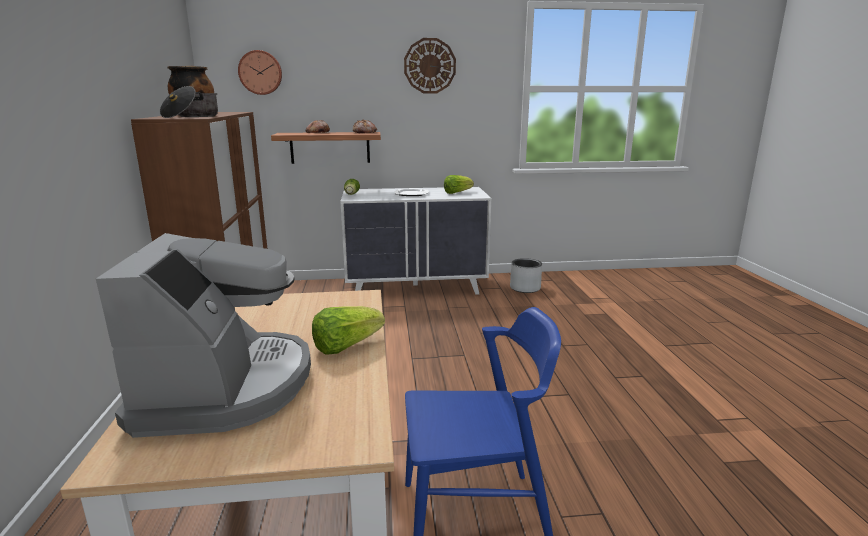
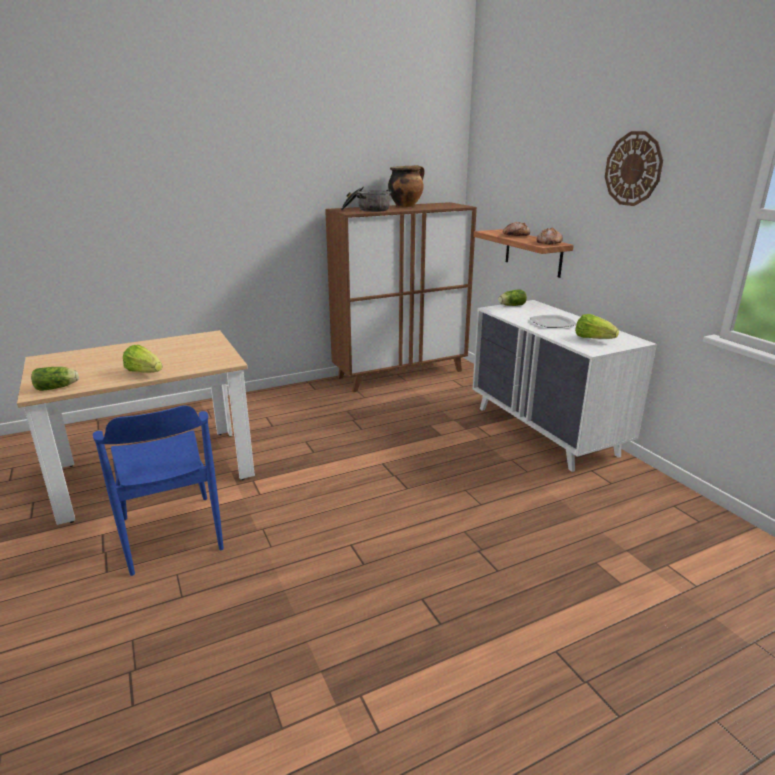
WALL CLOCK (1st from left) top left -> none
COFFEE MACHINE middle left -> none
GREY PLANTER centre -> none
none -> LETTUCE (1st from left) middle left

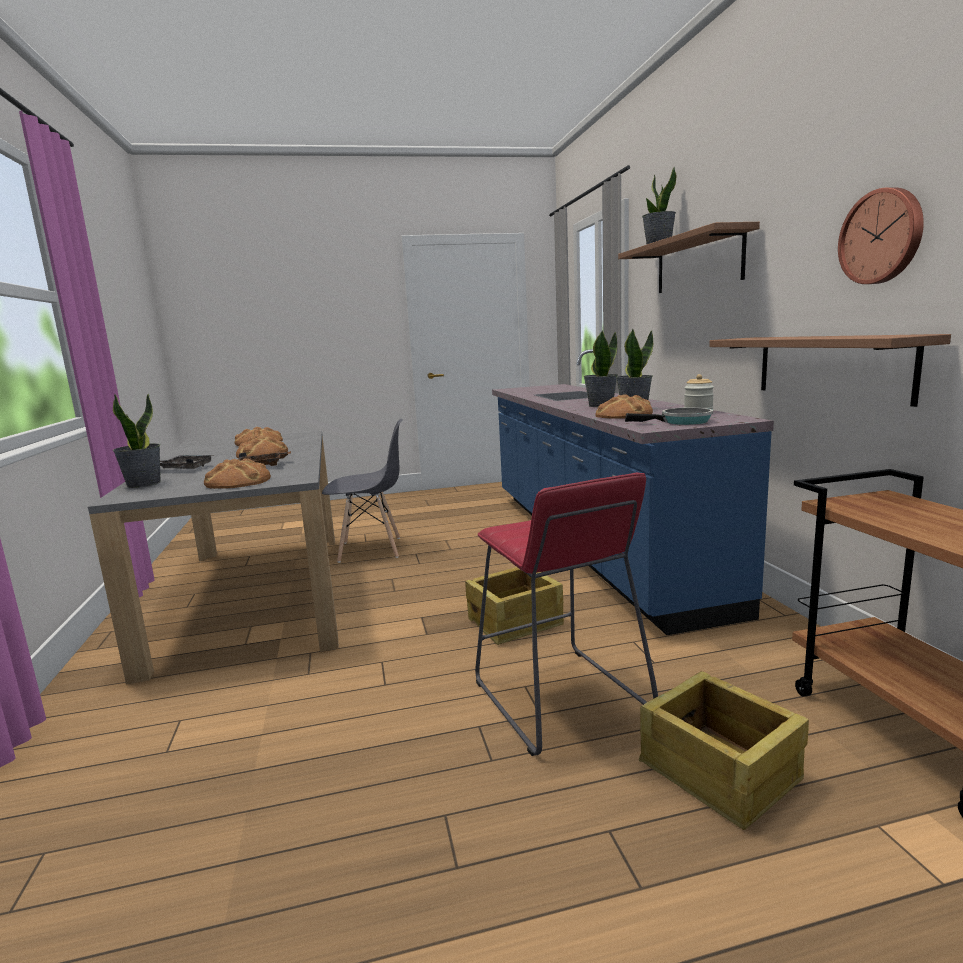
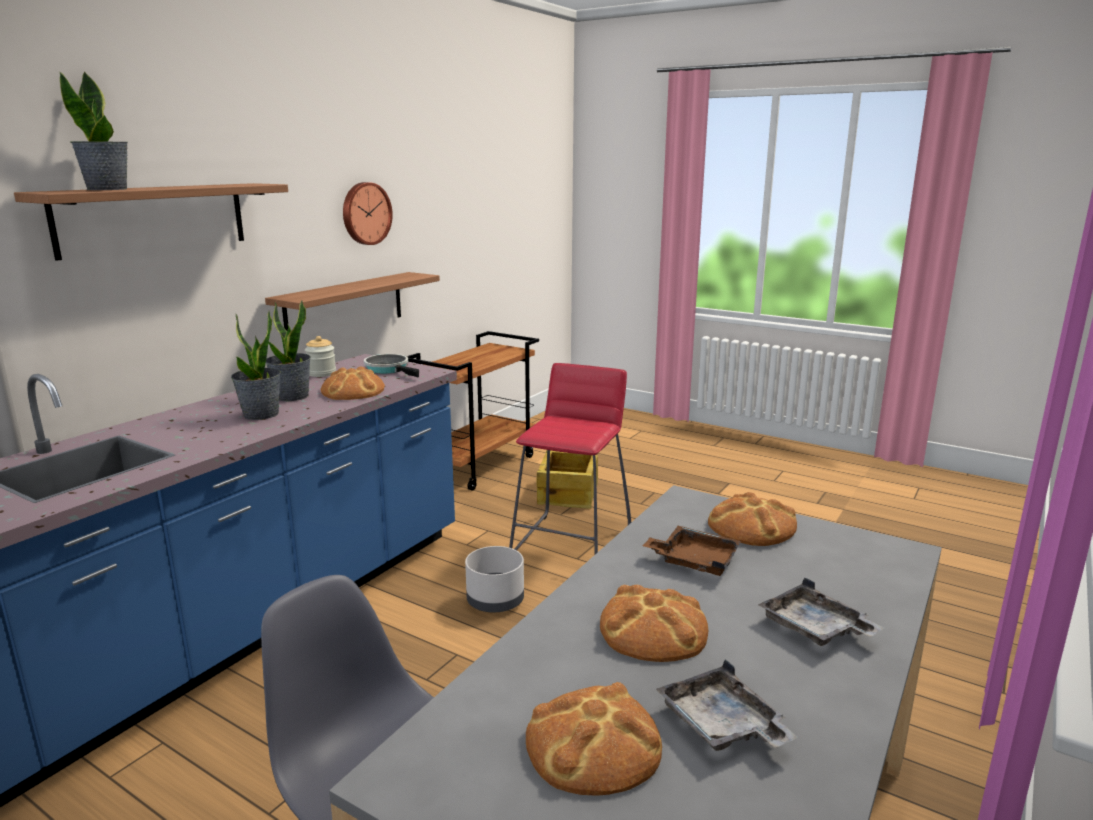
POTTED PLANT (1st from left) middle left -> none
CRATE (1st from left) centre -> GREY PLANTER bottom centre
none -> GREY TRAY (1st from left) bottom centre

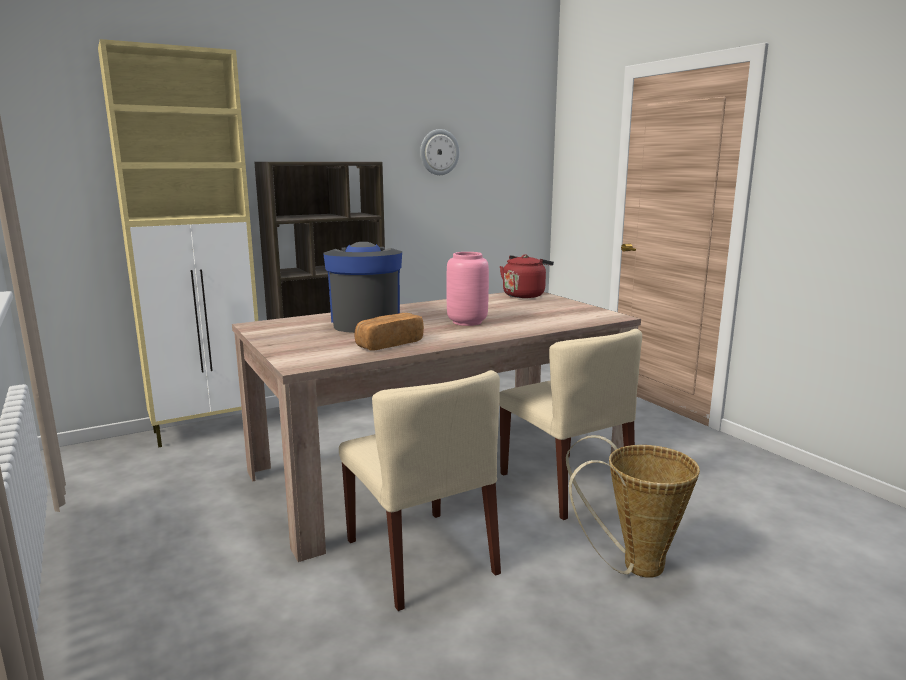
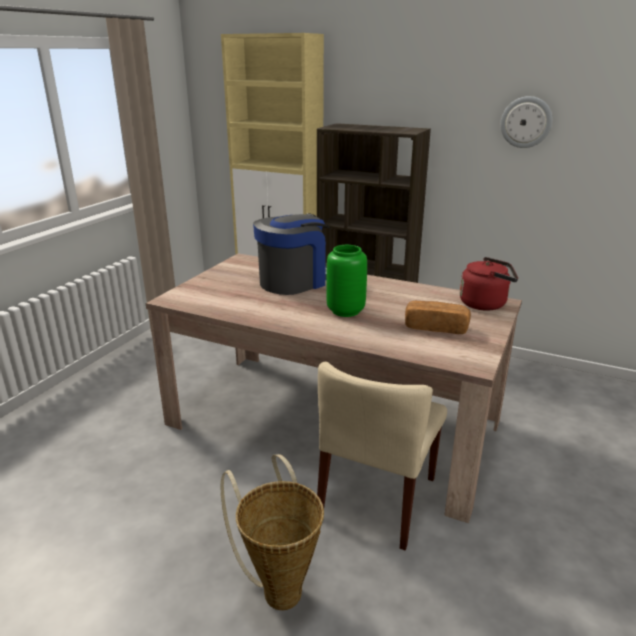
PINK VASE centre -> GREEN VASE centre
BREAD centre -> BREAD middle right, move
BEIGE CHAIR (1st from left) bottom centre -> none

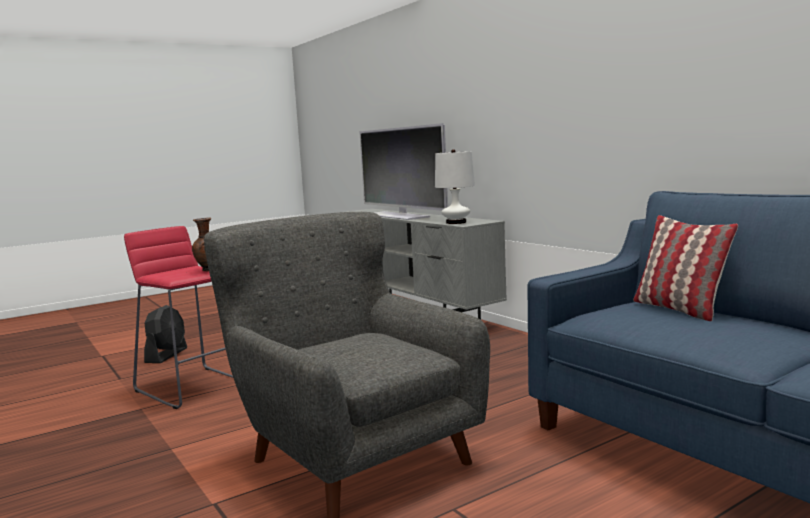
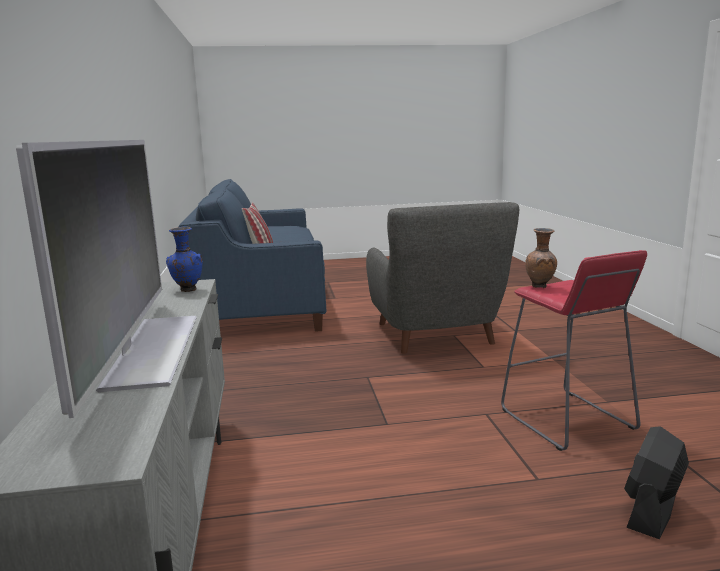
WHITE TABLE LAMP centre -> BLUE VASE middle left

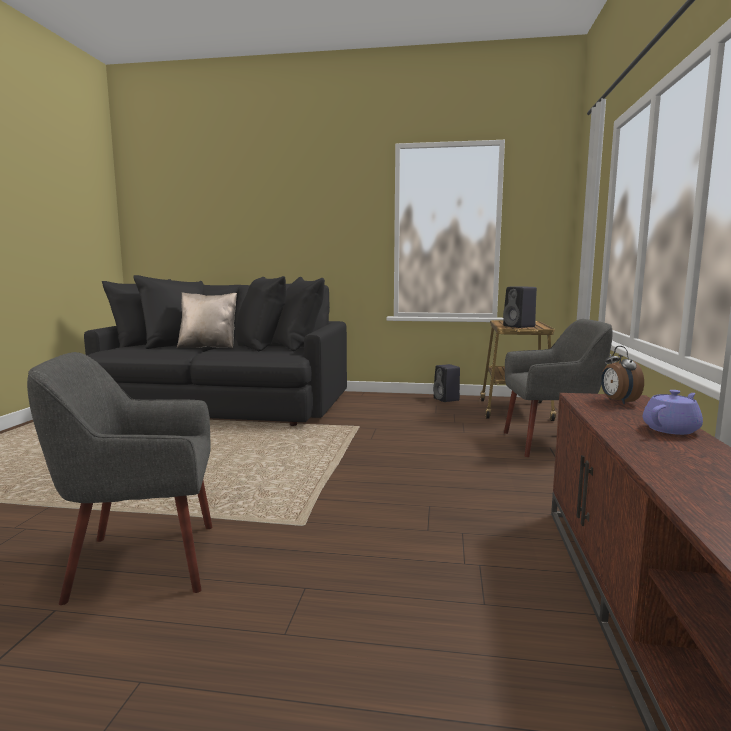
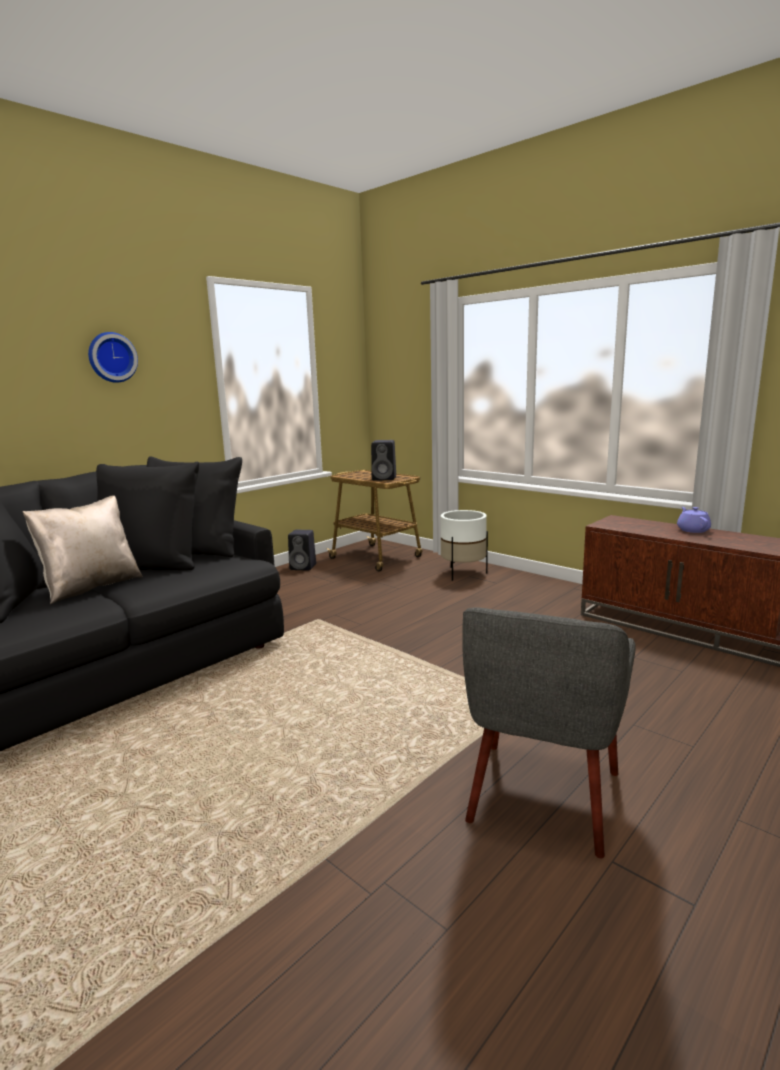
GREY ARMCHAIR (2nd from left) middle right -> WHITE PLANTER centre
ALARM CLOCK middle right -> none
none -> WALL CLOCK middle left

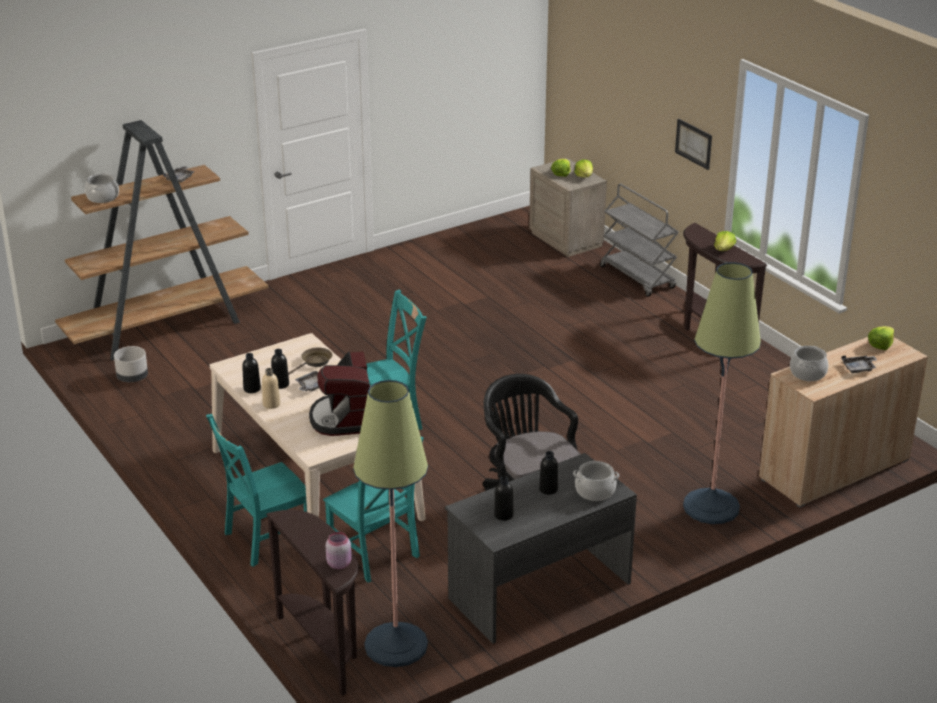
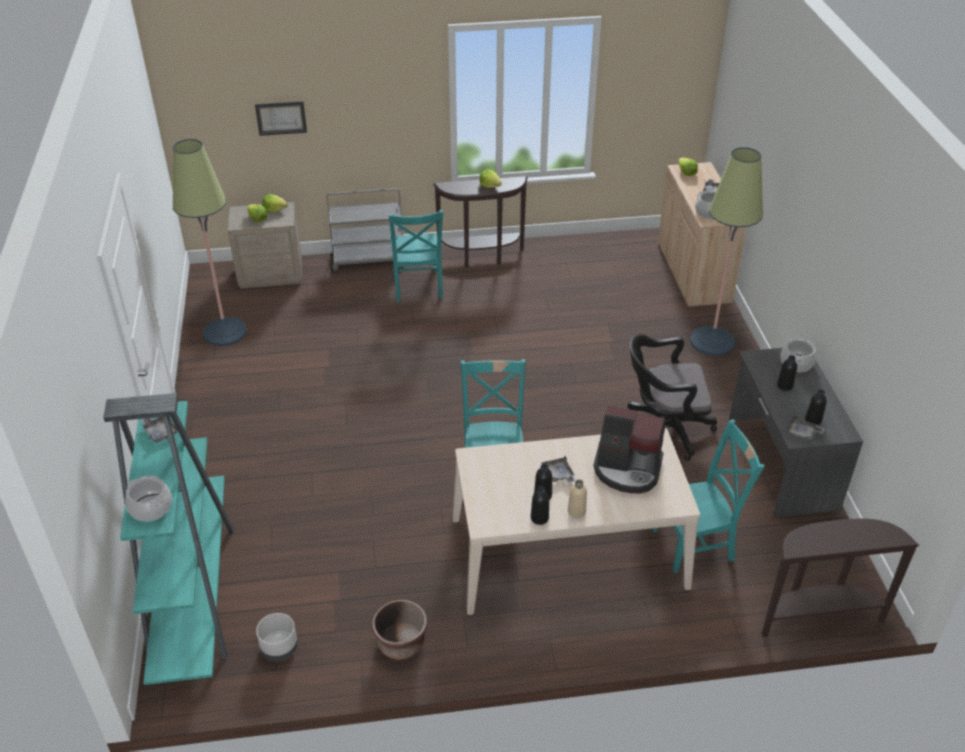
PICTURE top right -> PICTURE top left, move
BROWN BOOKCASE middle left -> TURQUOISE BOOKCASE bottom left
BROWN FRYING PAN middle left -> none
FLOOR LAMP (1st from left) bottom centre -> FLOOR LAMP (1st from left) top left, move
TURQUOISE CHAIR (1st from left) bottom left -> TURQUOISE CHAIR (1st from left) centre, move
PINK JAR bottom centre -> none
none -> GREY TRAY (4th from left) middle right
none -> BROWN PLANTER bottom centre

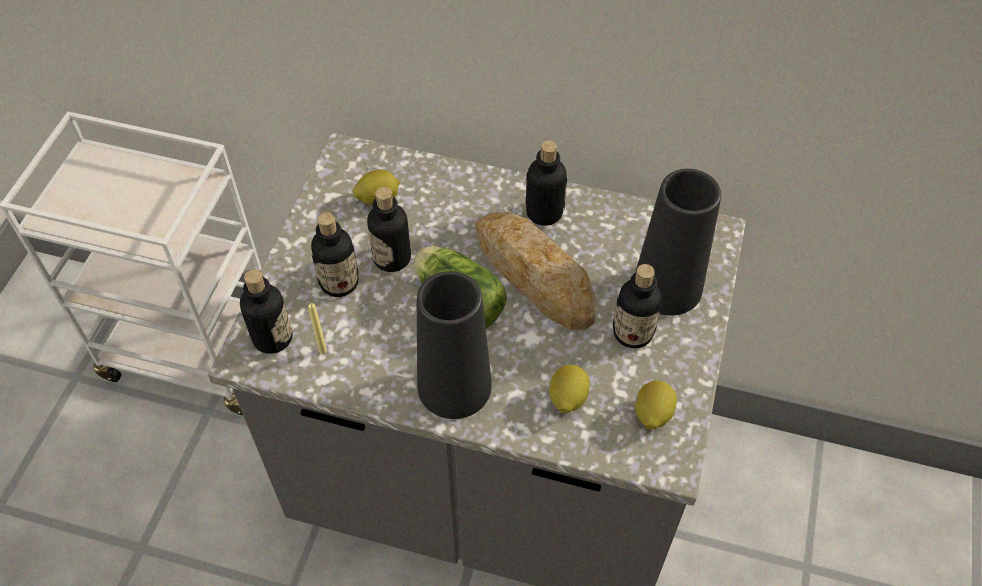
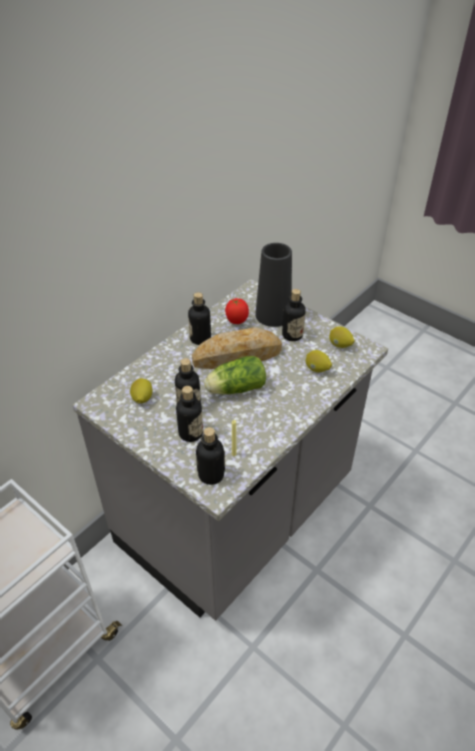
BLACK VASE (1st from left) centre -> none
none -> TOMATO centre

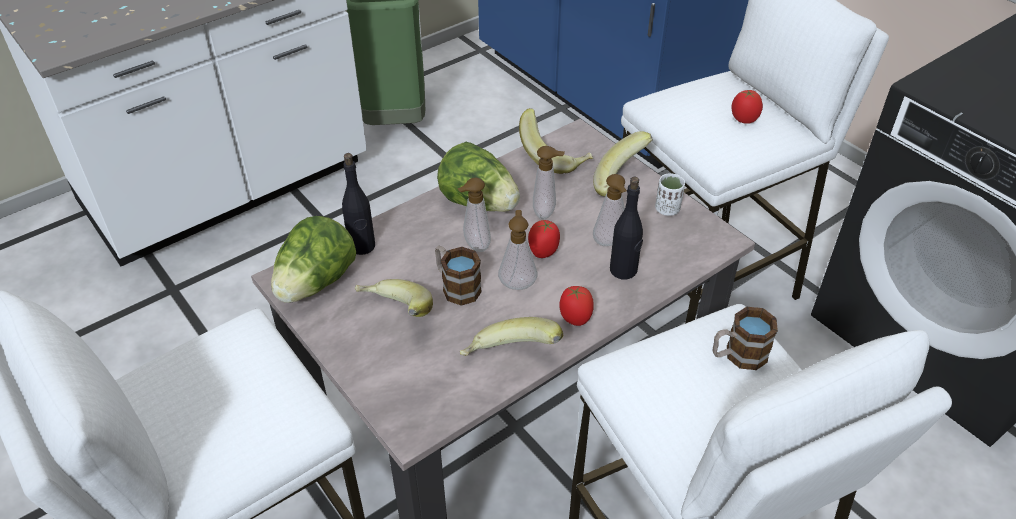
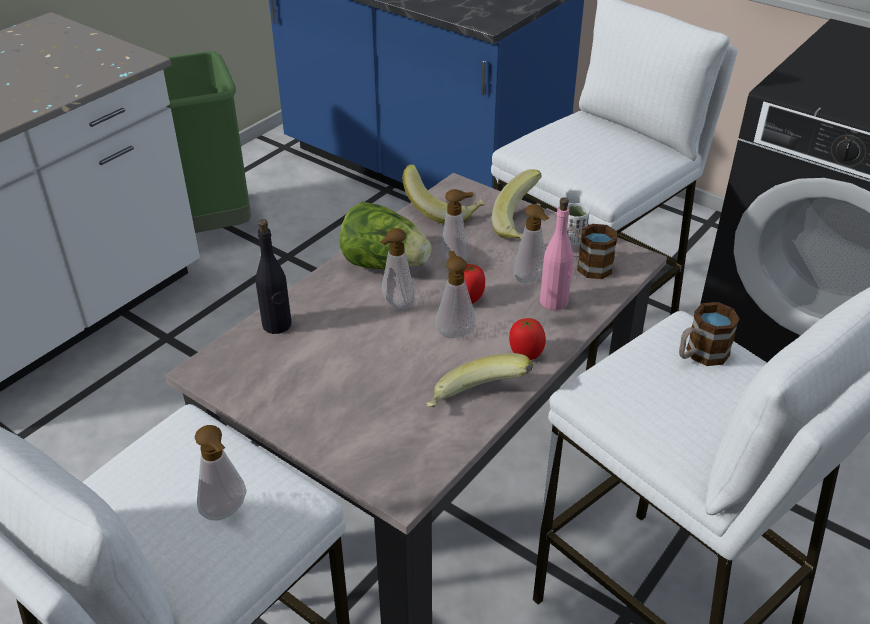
TOMATO (3rd from left) top right -> none
BLACK BOTTLE (2nd from left) centre -> PINK BOTTLE centre
LETTUCE (1st from left) middle left -> none
MUG (1st from left) centre -> MUG (1st from left) middle right, move
BANANA (1st from left) centre -> none
none -> SOAP DISPENSER (1st from left) bottom left

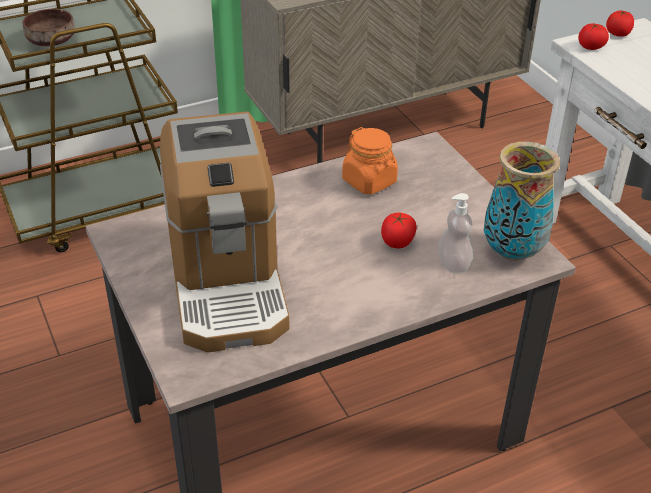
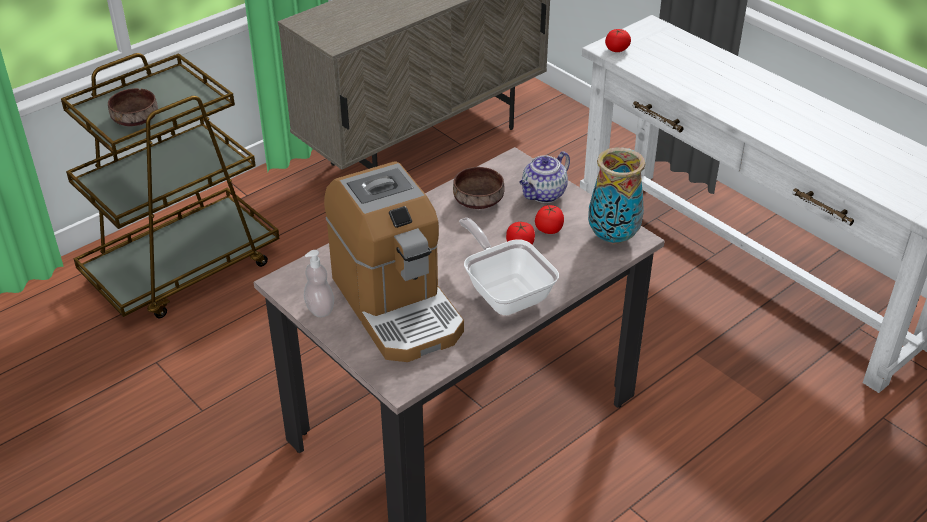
TOMATO (3rd from left in the first image) top right -> TOMATO (2nd from left) centre, move
ORANGE JAR top centre -> BROWN BOWL (2nd from left) centre
SOAP DISPENSER middle right -> SOAP DISPENSER centre, move
none -> TEAPOT centre
none -> FRYING PAN centre

